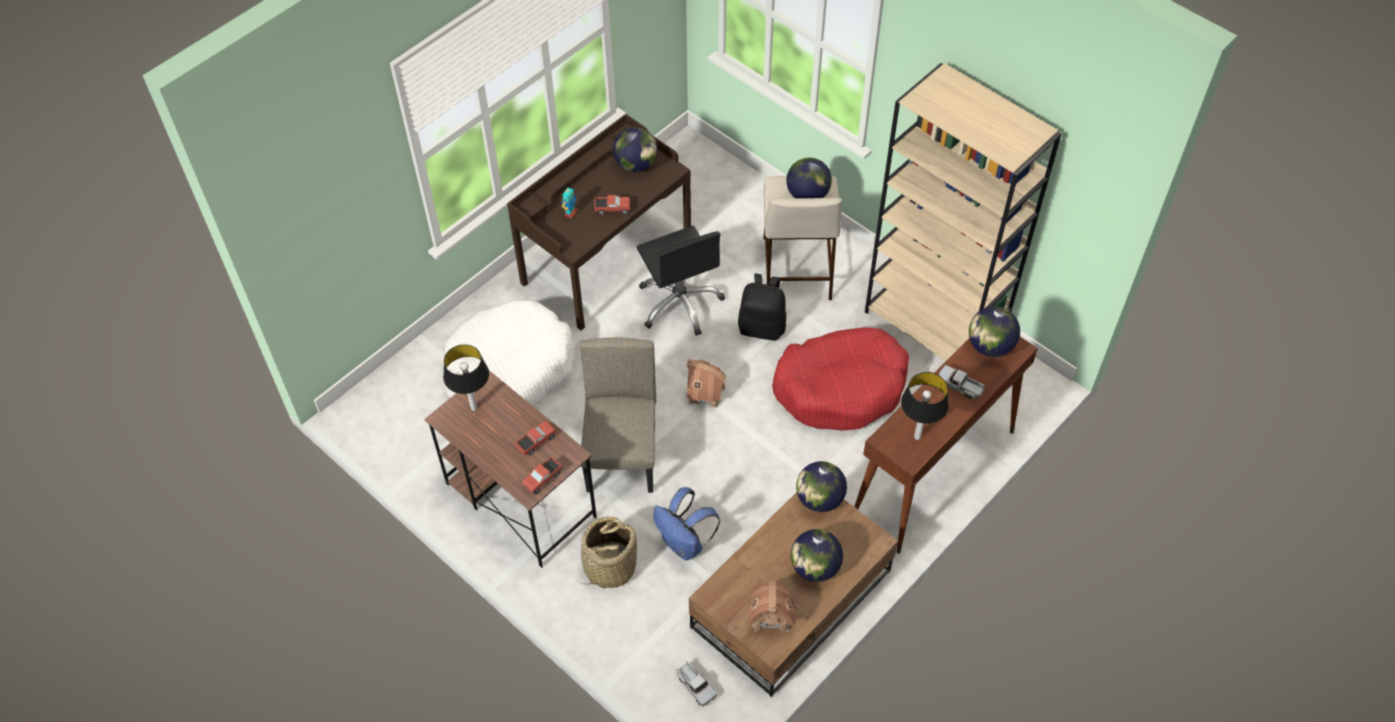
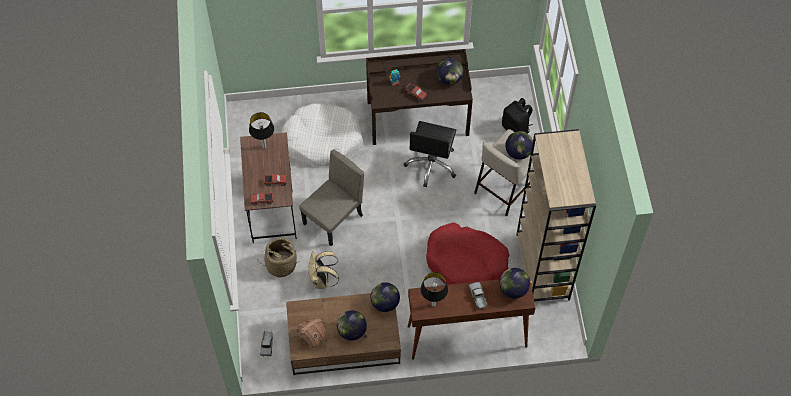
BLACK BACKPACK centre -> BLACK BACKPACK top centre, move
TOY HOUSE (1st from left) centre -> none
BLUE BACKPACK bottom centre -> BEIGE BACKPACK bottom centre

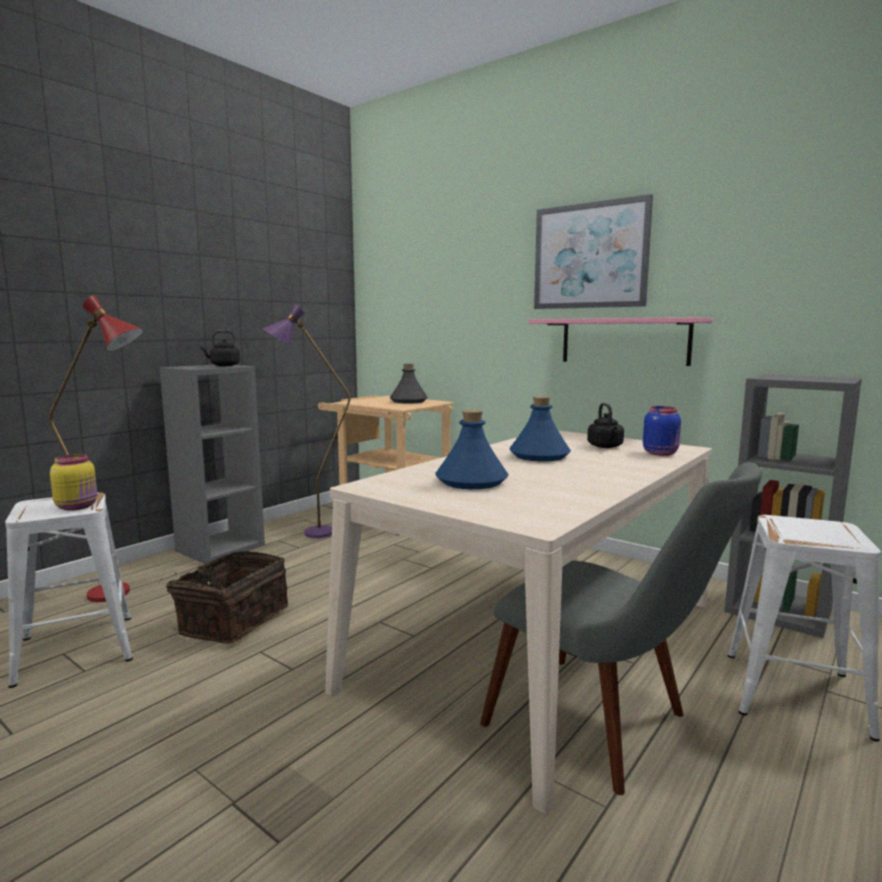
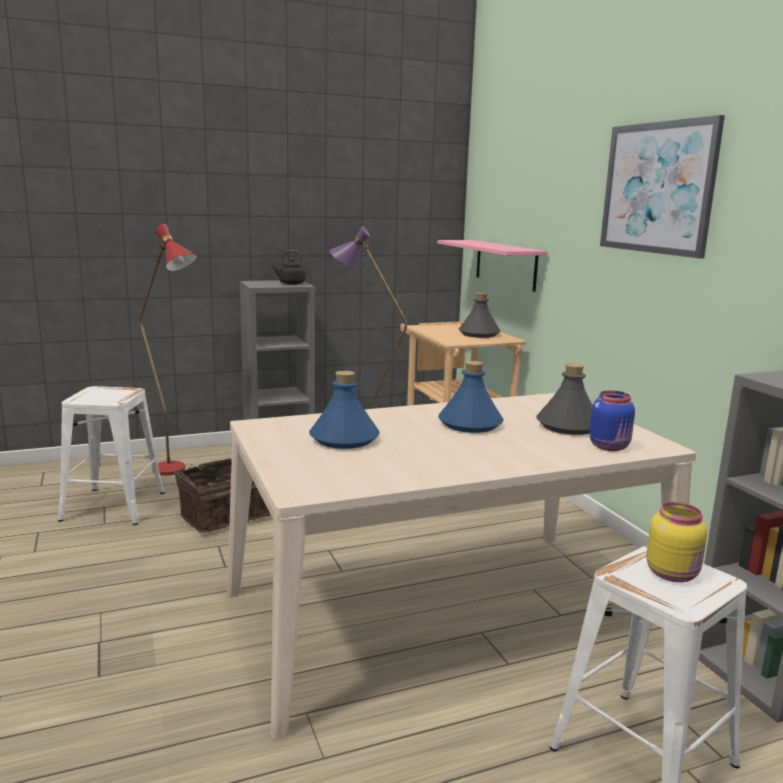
PINK SHELF middle right -> PINK SHELF centre, move
BLACK KETTLE (2nd from left) middle right -> GREY BOTTLE (2nd from left) middle right
YELLOW JAR middle left -> YELLOW JAR bottom right, move
GREY CHAIR bottom right -> none

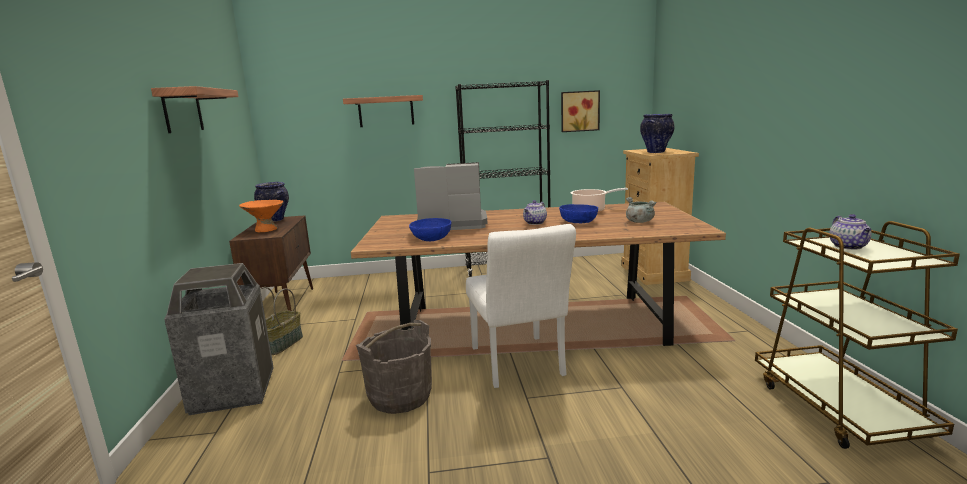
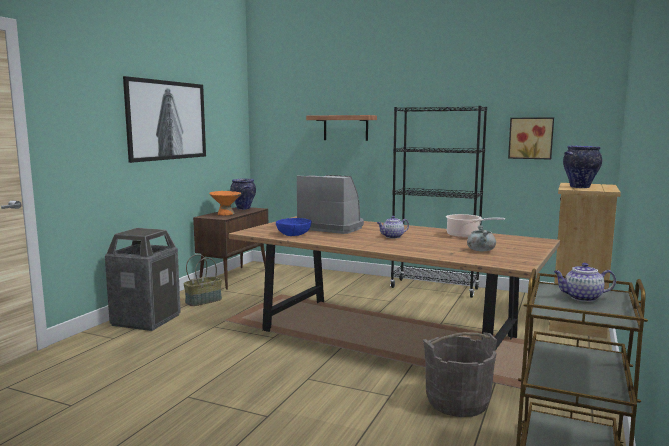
SHELF (1st from left) top left -> PICTURE (1st from left) top left
BLUE BOWL (2nd from left) centre -> none
TEAPOT (2nd from left) middle right, 60 degrees clockwise
WHITE CHAIR centre -> none
GREY BUCKET bottom centre -> GREY BUCKET bottom right, move

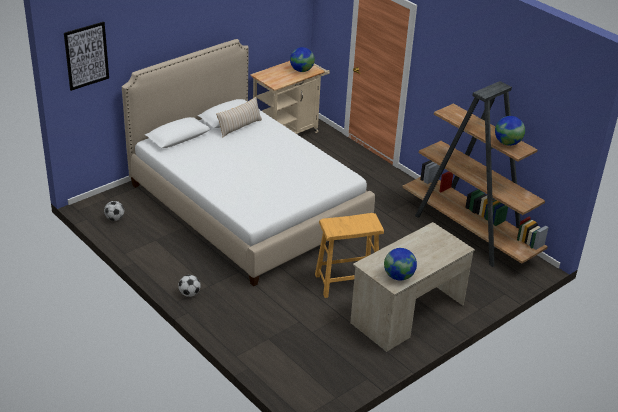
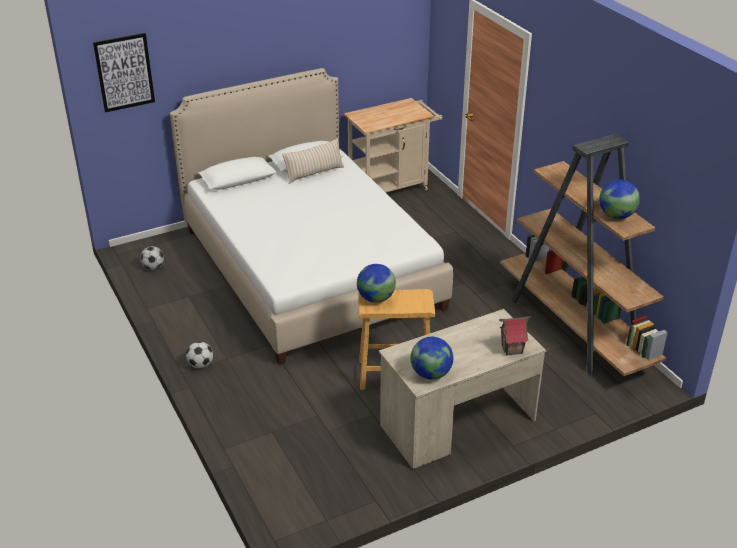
GLOBE (1st from left) top centre -> GLOBE (1st from left) centre, move
none -> TOY HOUSE middle right

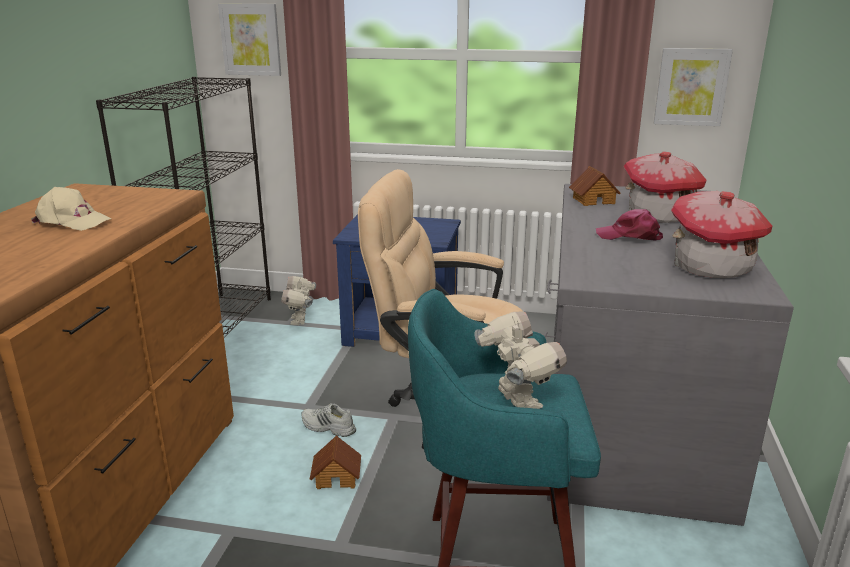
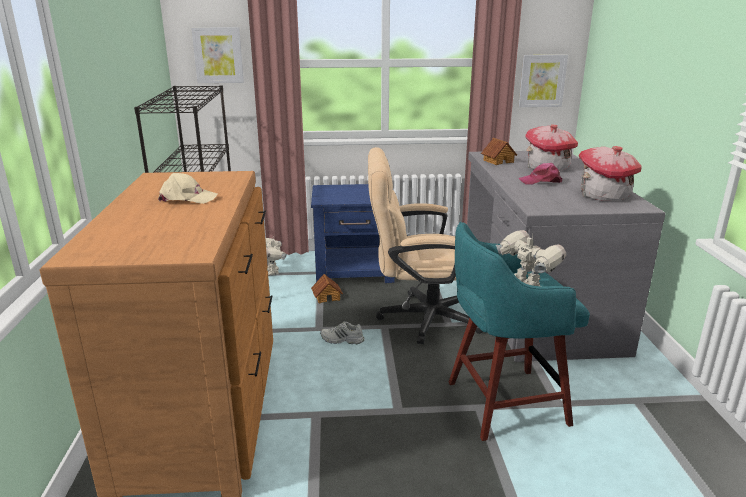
TOY HOUSE (1st from left) bottom centre -> TOY HOUSE (1st from left) centre, move

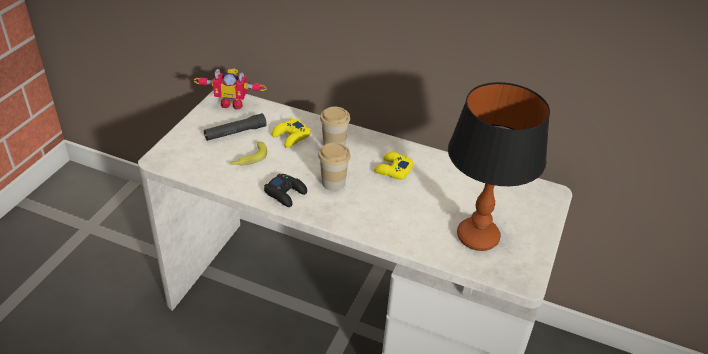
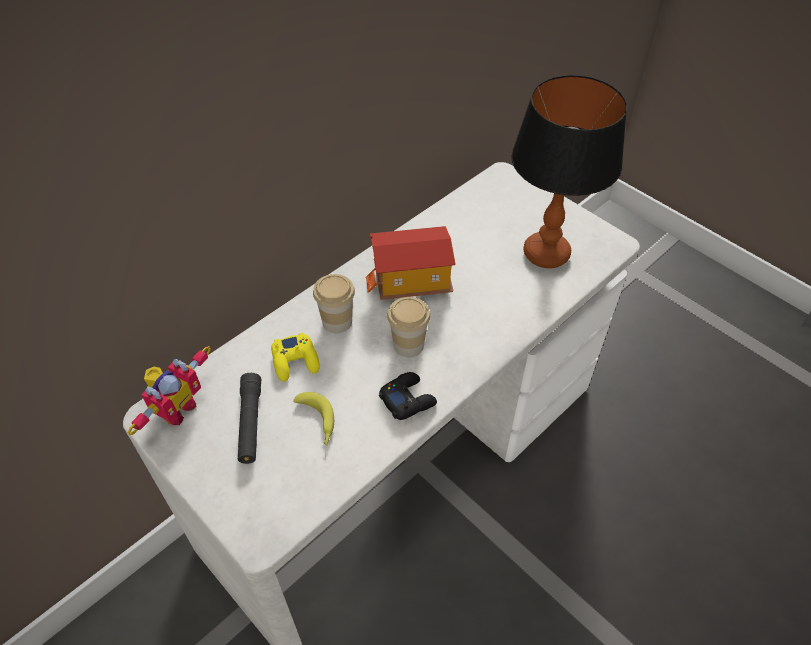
YELLOW GAME CONTROLLER (2nd from left) centre -> TOY HOUSE centre

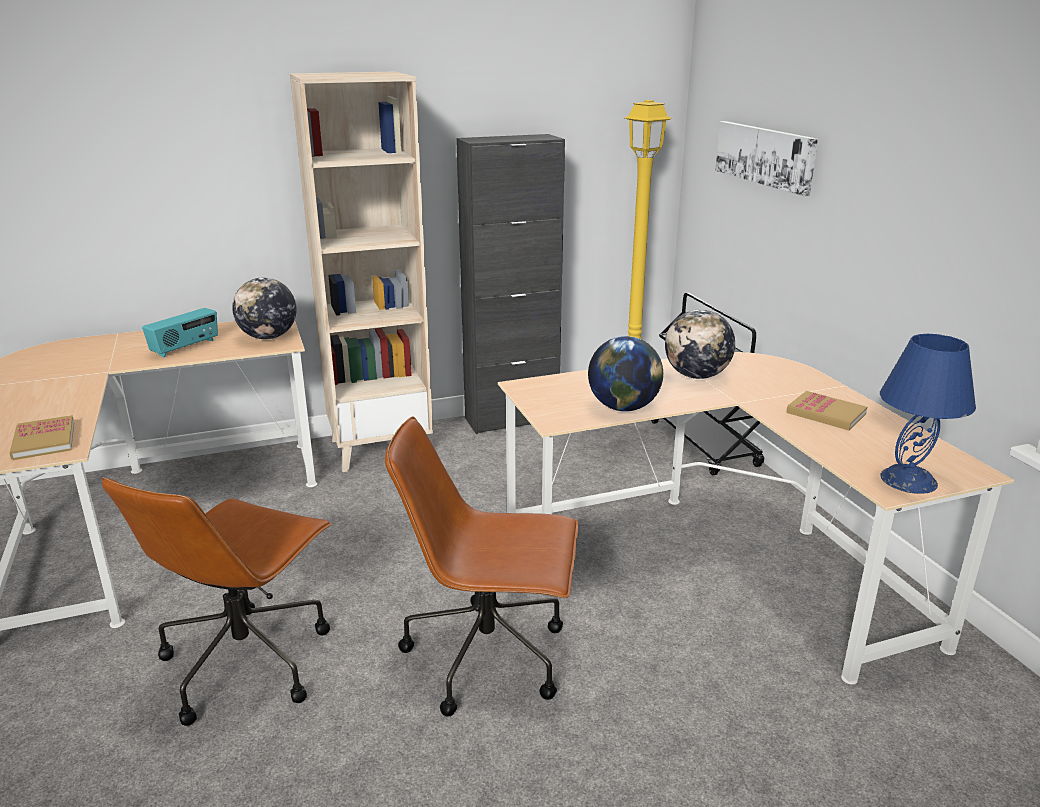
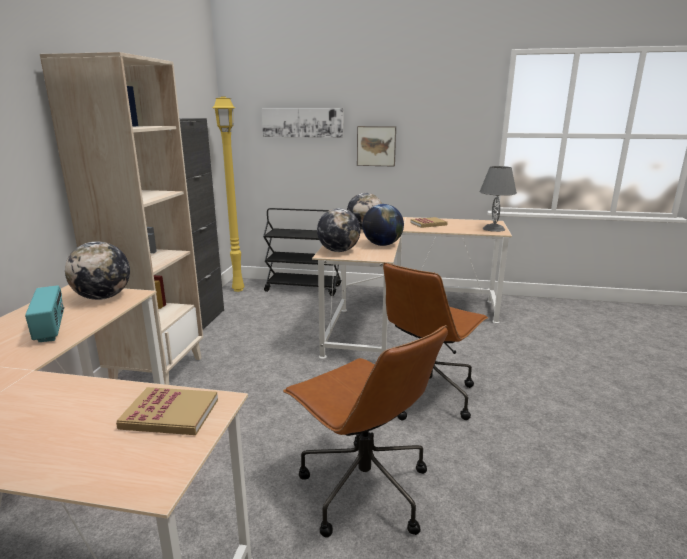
BLUE TABLE LAMP middle right -> GREY TABLE LAMP middle right
none -> PICTURE (2nd from left) top centre
none -> GLOBE (2nd from left) centre

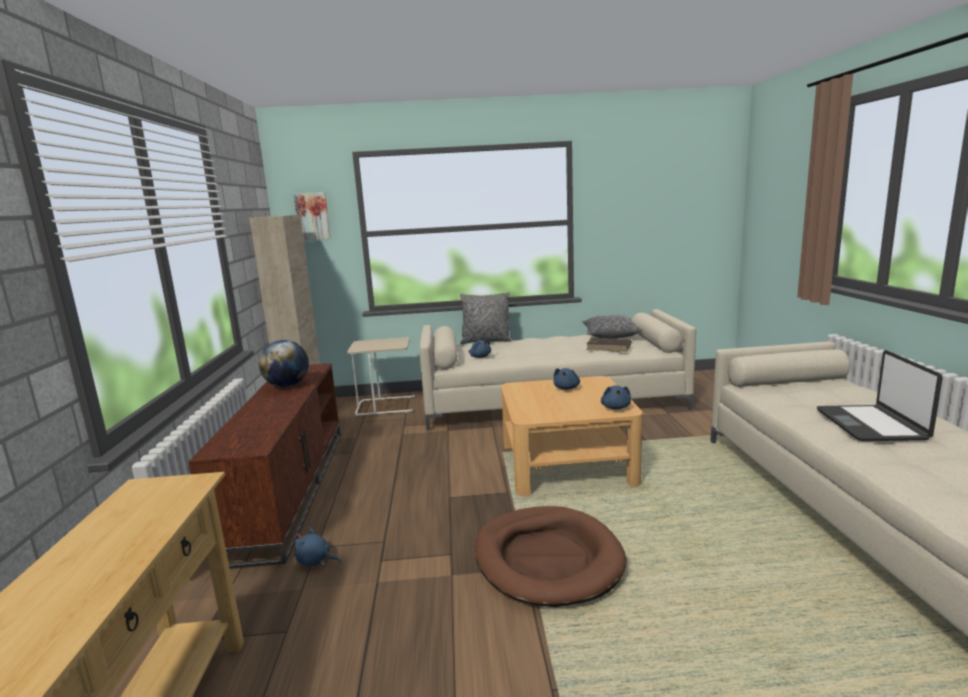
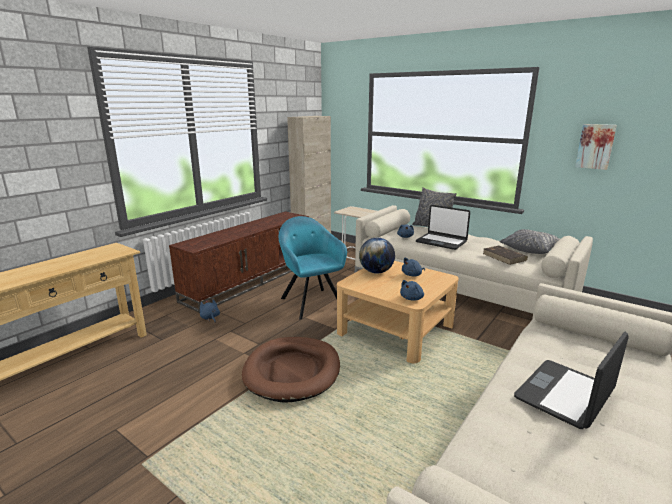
PICTURE top left -> PICTURE top right, move
GLOBE middle left -> GLOBE centre, move
none -> LAPTOP (1st from left) centre
none -> TURQUOISE ARMCHAIR centre

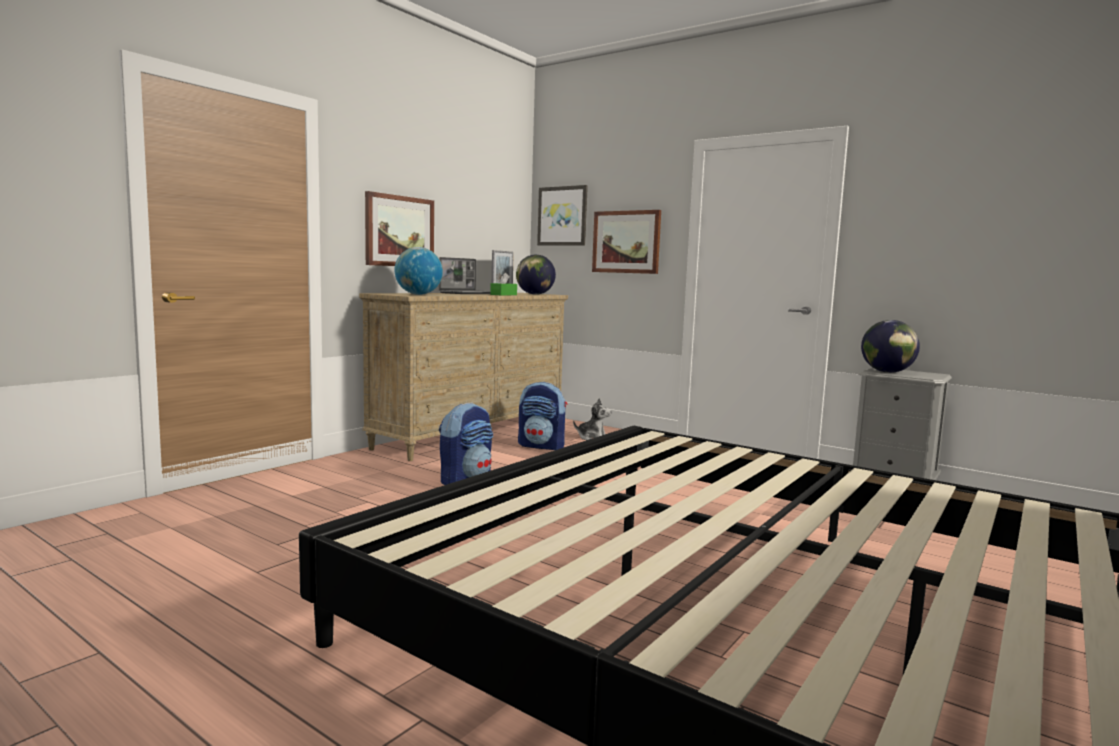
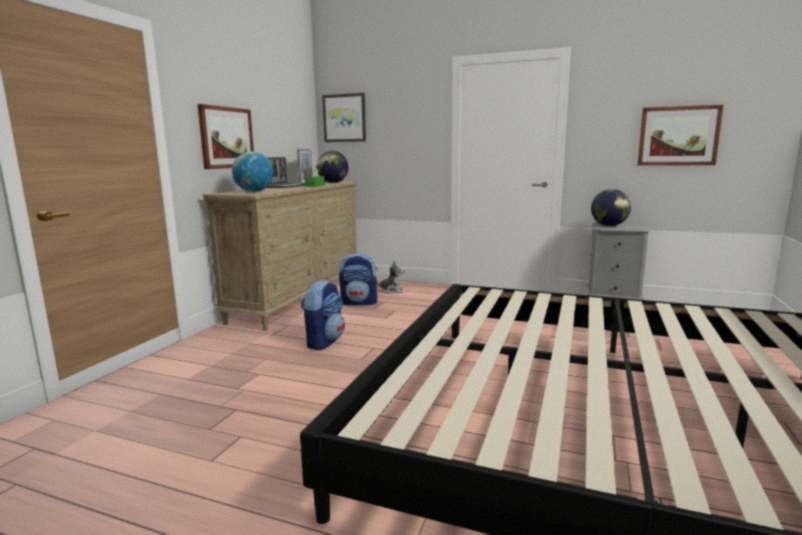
PICTURE (3rd from left) top centre -> PICTURE (3rd from left) top right, move

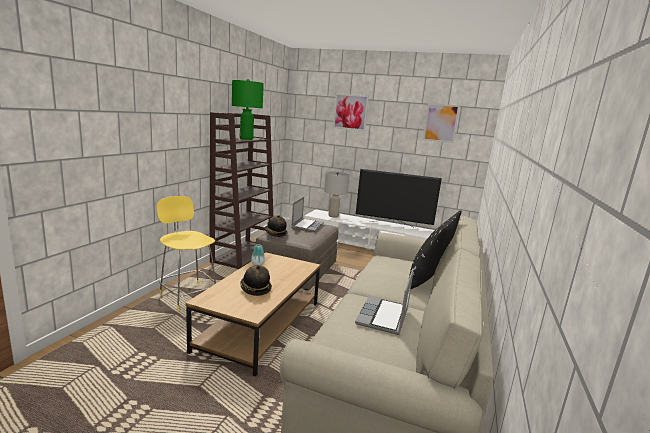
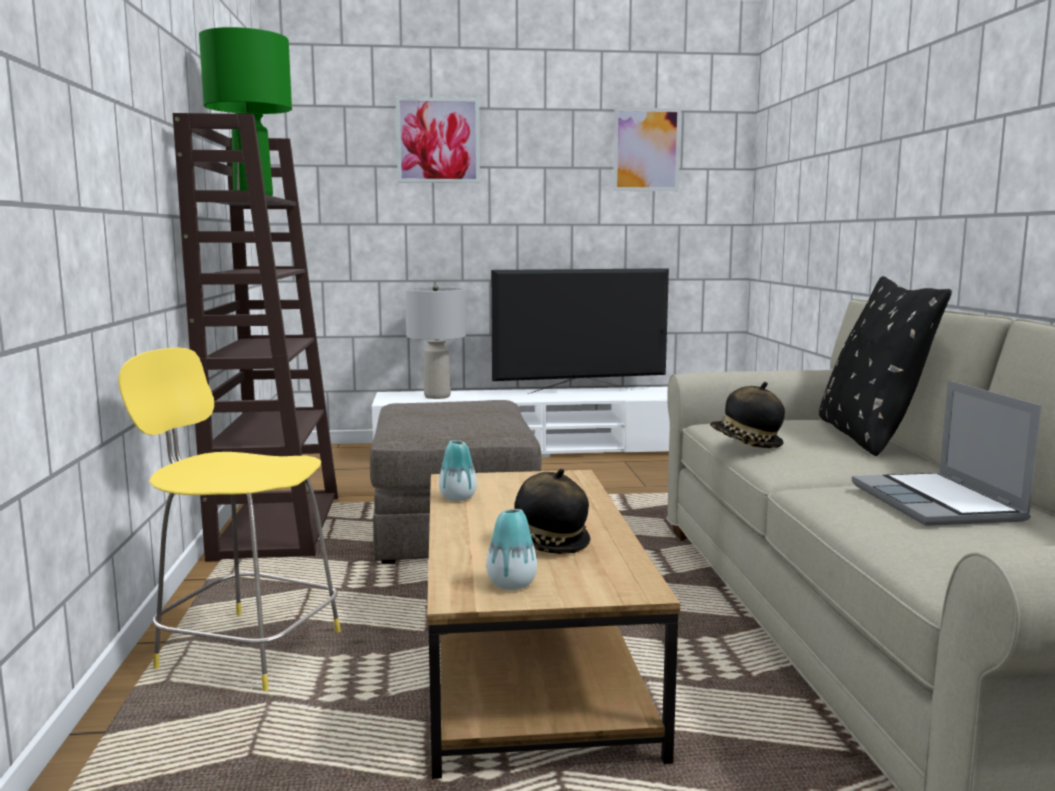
LAPTOP (1st from left) centre -> none
HAT (2nd from left) centre -> HAT (2nd from left) middle right, move
none -> VASE (2nd from left) bottom centre

